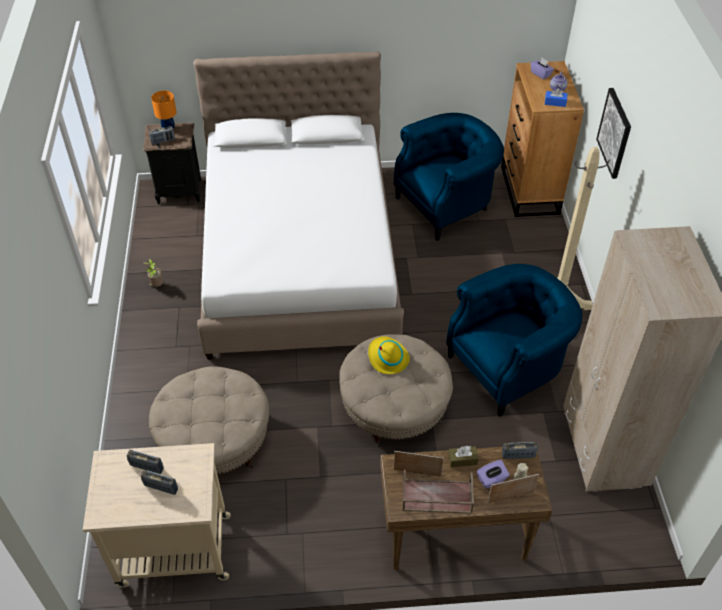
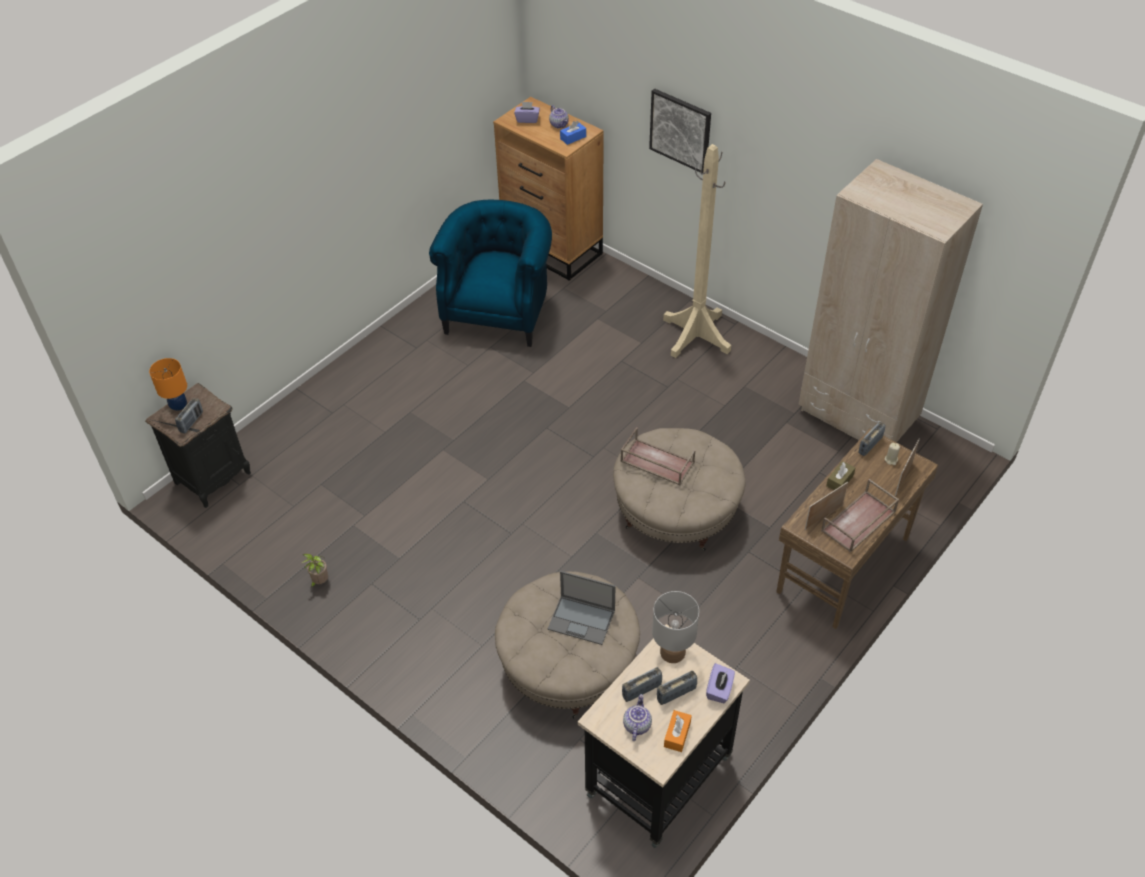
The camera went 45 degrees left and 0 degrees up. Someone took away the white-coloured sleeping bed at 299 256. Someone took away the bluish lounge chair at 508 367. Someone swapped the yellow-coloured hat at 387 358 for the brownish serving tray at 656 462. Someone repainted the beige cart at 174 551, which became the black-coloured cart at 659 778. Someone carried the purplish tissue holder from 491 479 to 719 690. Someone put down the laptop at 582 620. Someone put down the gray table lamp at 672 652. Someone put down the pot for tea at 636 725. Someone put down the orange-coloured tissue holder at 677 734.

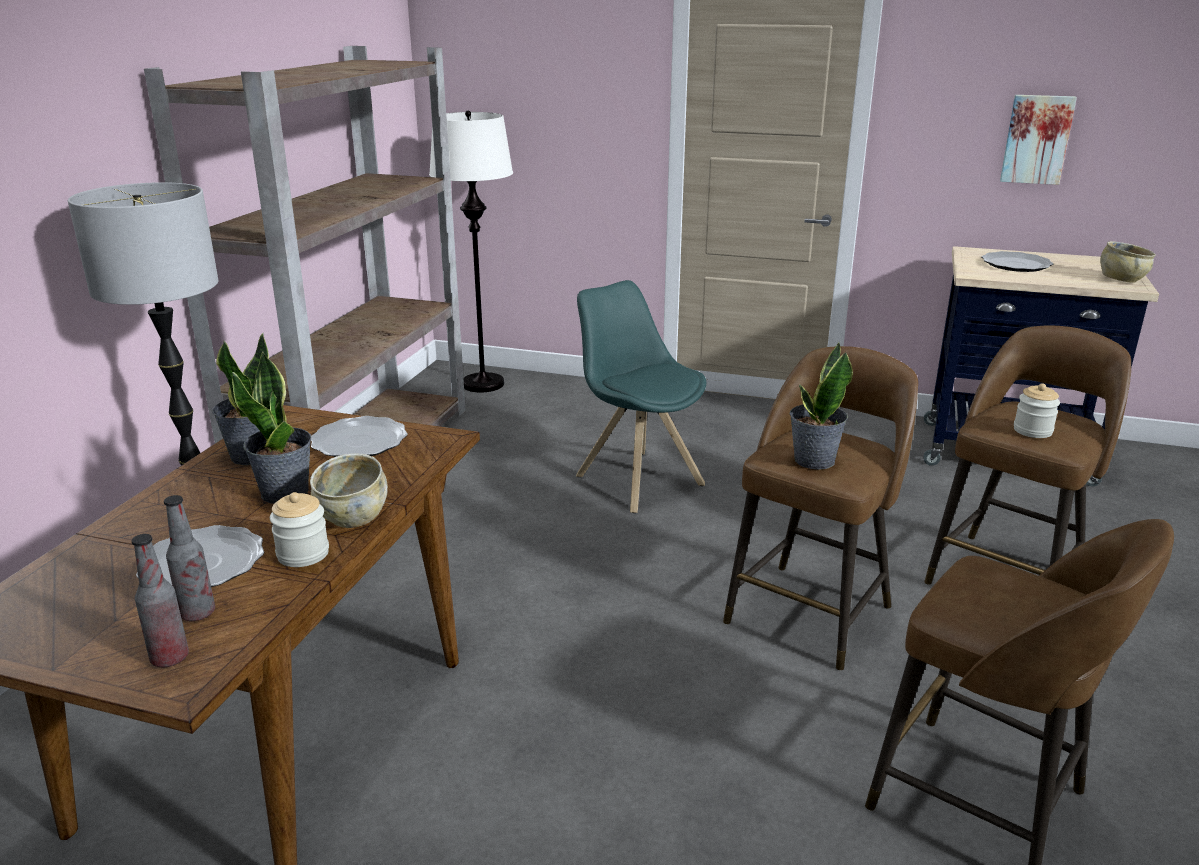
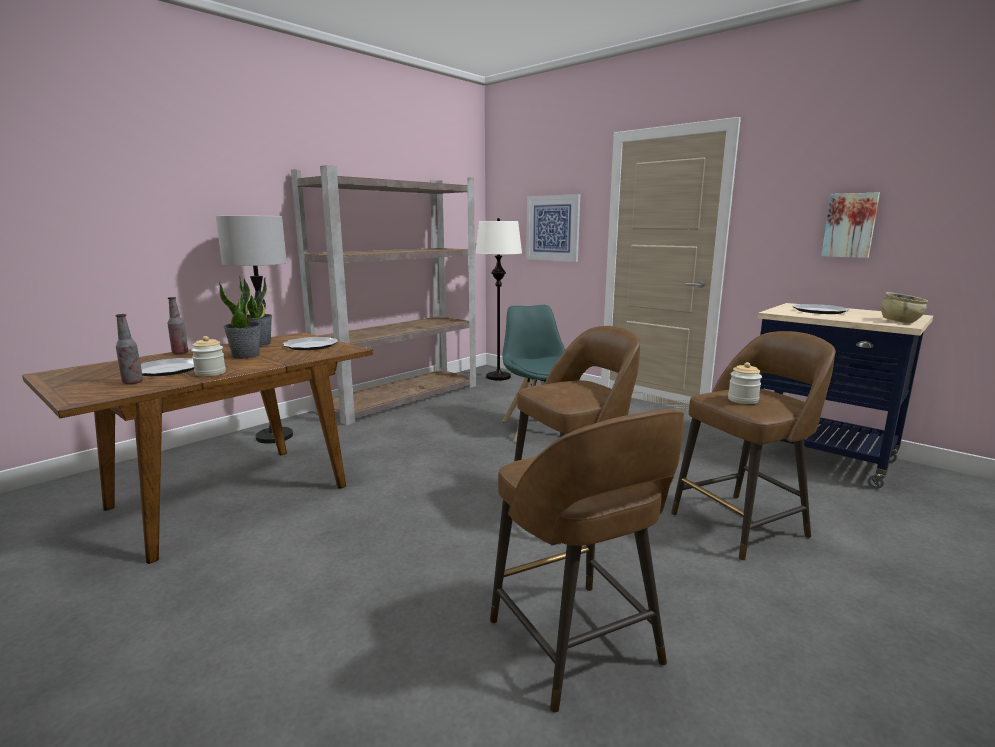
The camera went 25 degrees right and 10 degrees down. Someone took away the potted plant at 813 460. Someone took away the beige serving bowl at 352 517. Someone carried the bottle from 170 658 to 180 353. Someone put up the wall picture at 552 228.

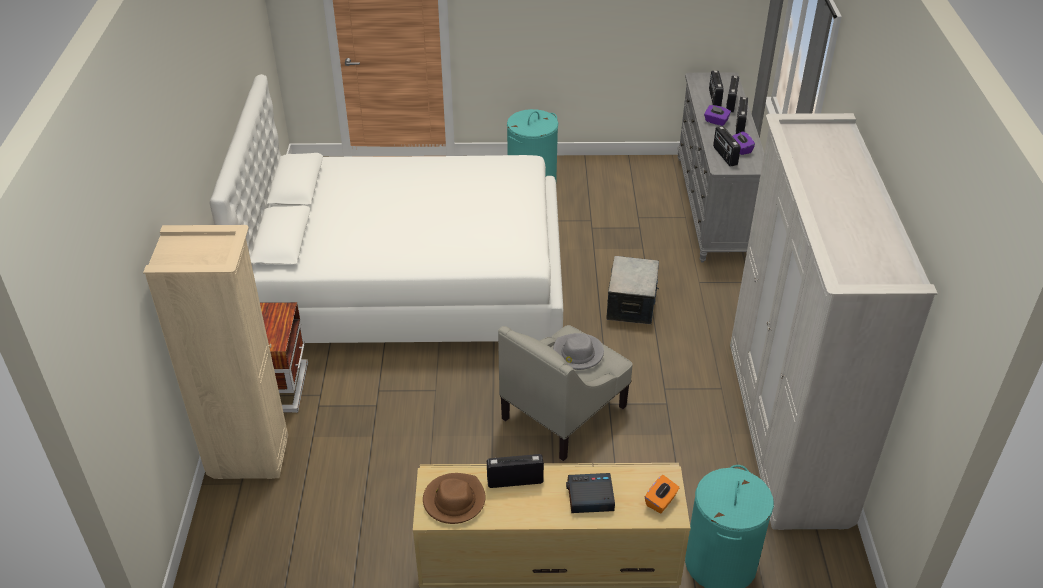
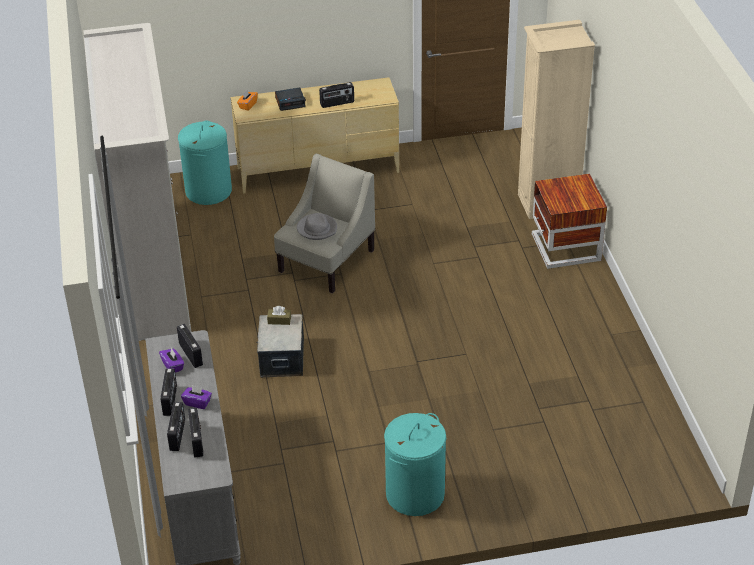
The camera went 170 degrees right and 0 degrees up. Someone took away the white-coloured sleeping bed at 409 282. Someone took away the brownish hat at 454 500. Someone put down the brownish tissue holder at 279 320.

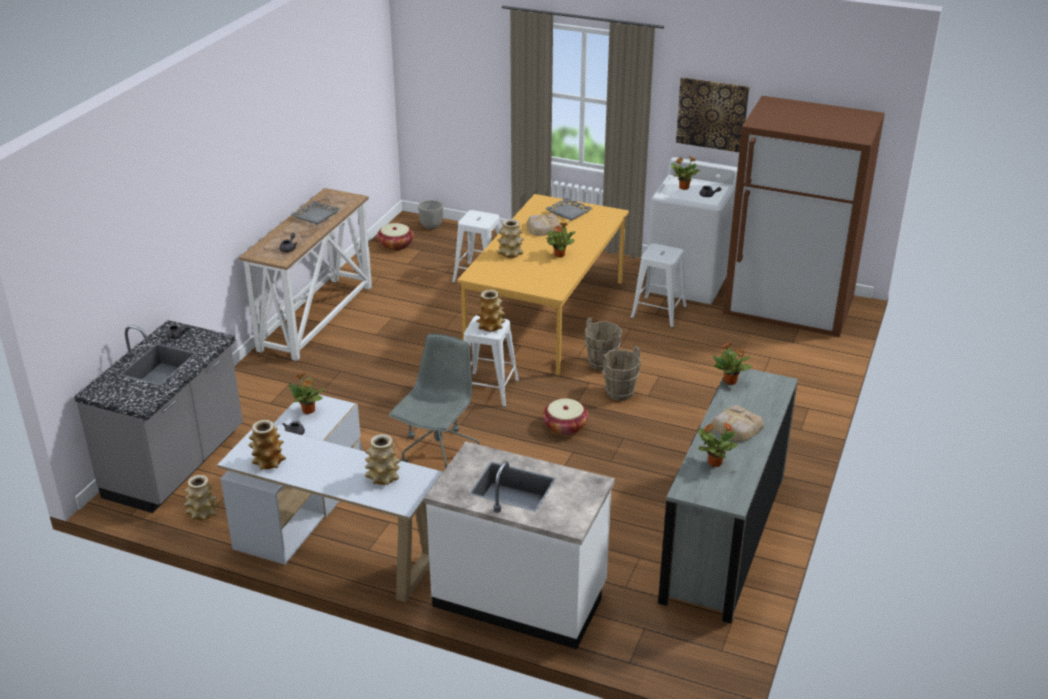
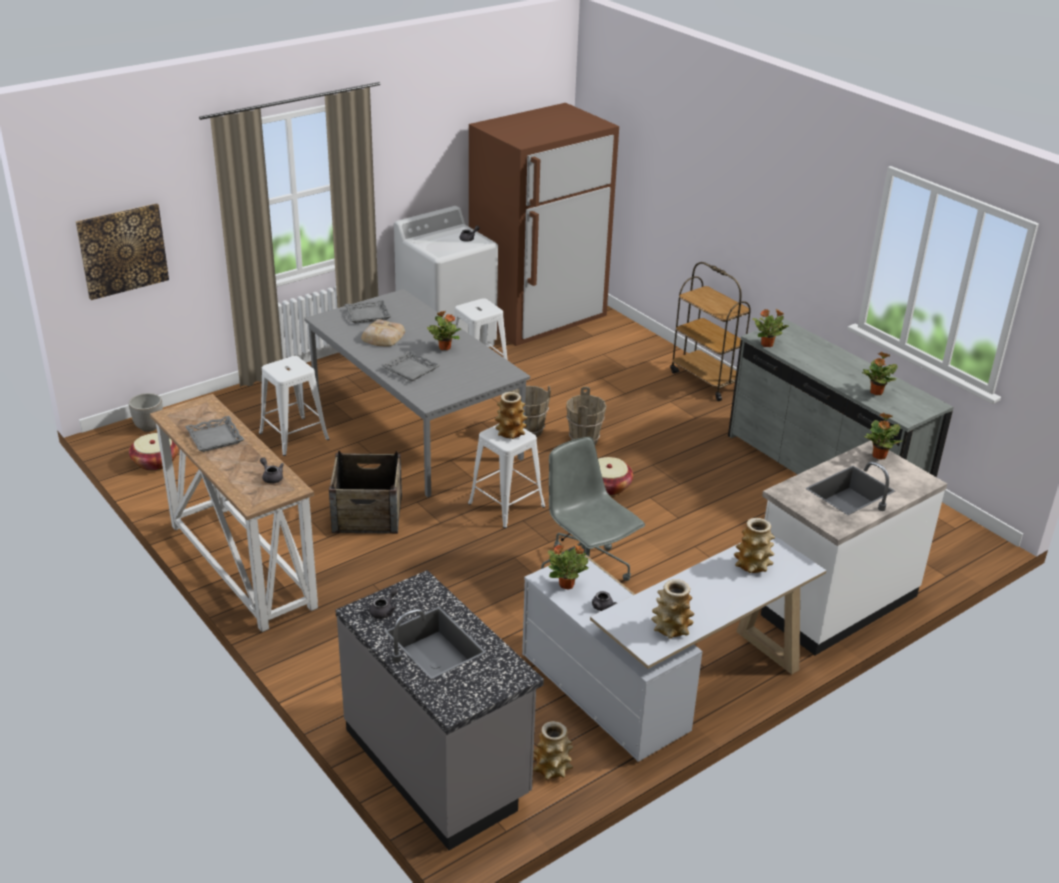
The camera went 60 degrees left and 0 degrees up. Someone carried the wall picture from 712 114 to 122 250. Someone carried the potted plant from 683 187 to 879 456. Someone repainted the orange-coloured dinner table at 547 316, which became the gray dinner table at 416 427. Someone swapped the vase at 510 254 for the gray serving tray at 411 370. Someone took away the bread at 735 427. Someone put down the brownish cart at 706 381. Someone put down the crate at 367 514.

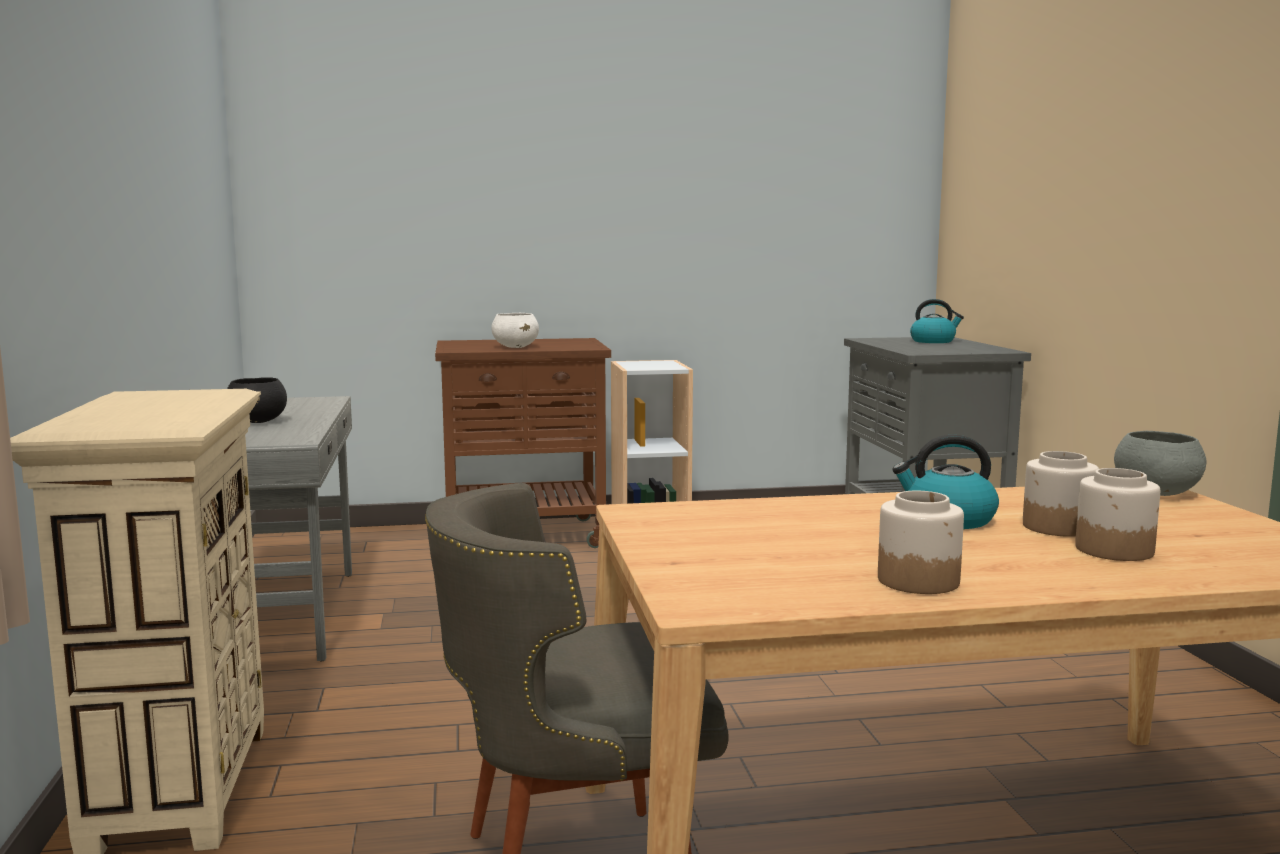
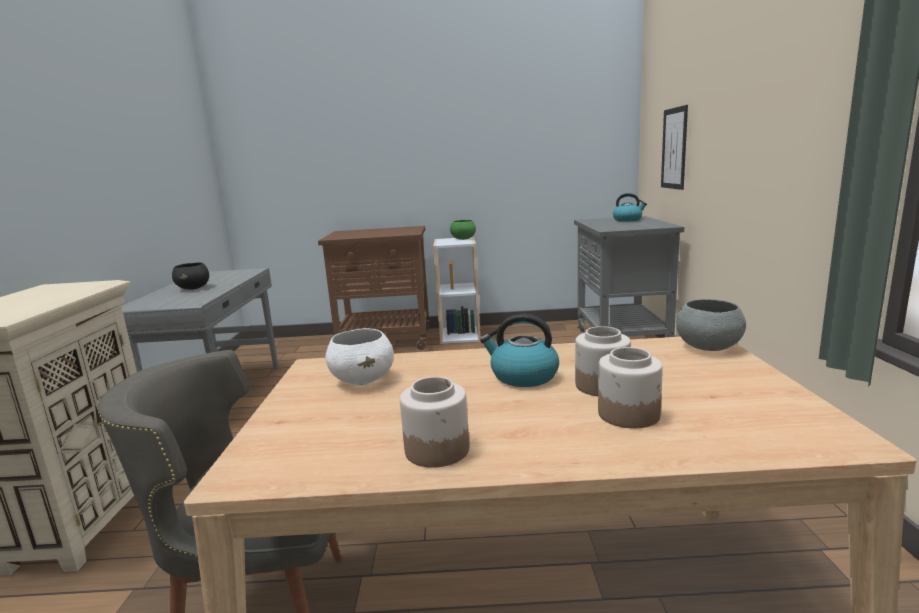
The camera went 10 degrees right and 5 degrees up. Someone carried the white-coloured serving bowl from 516 347 to 363 380. Someone put up the wall picture at 674 148. Someone put down the greenish serving bowl at 463 239.

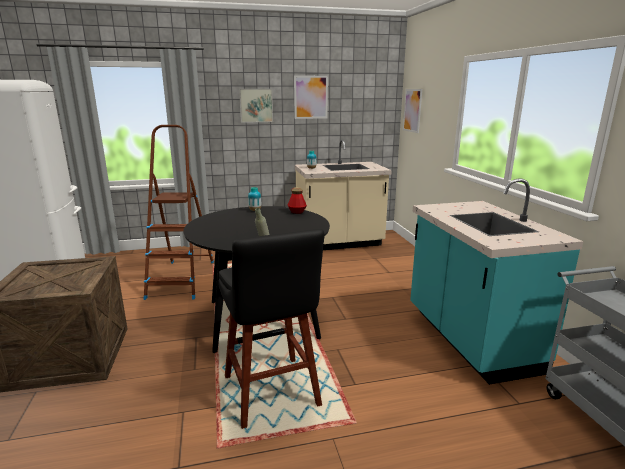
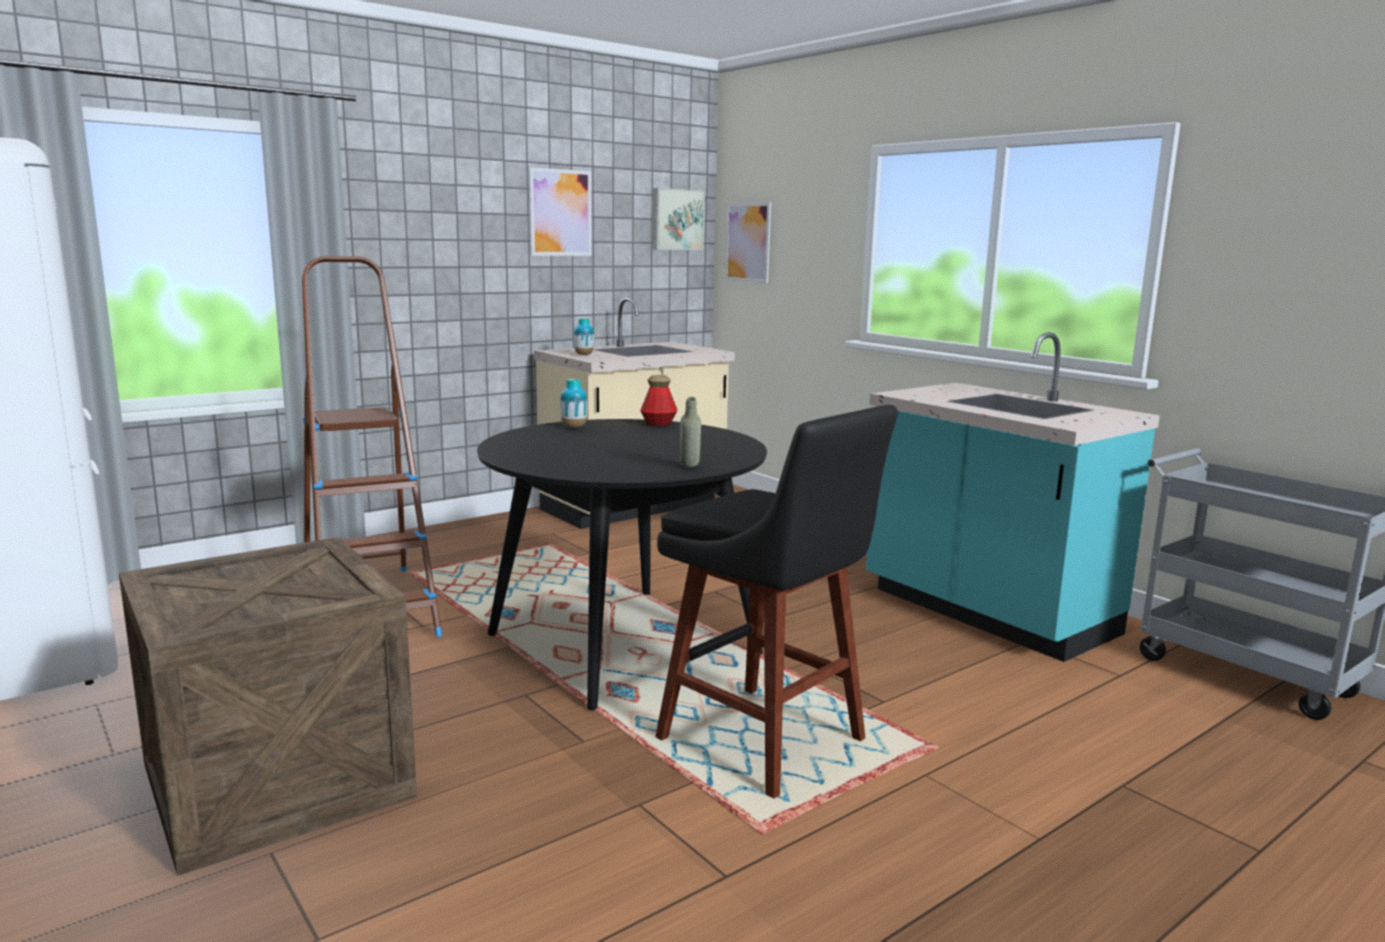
The camera went 25 degrees left and 5 degrees down. Someone carried the wall picture from 256 105 to 676 219.

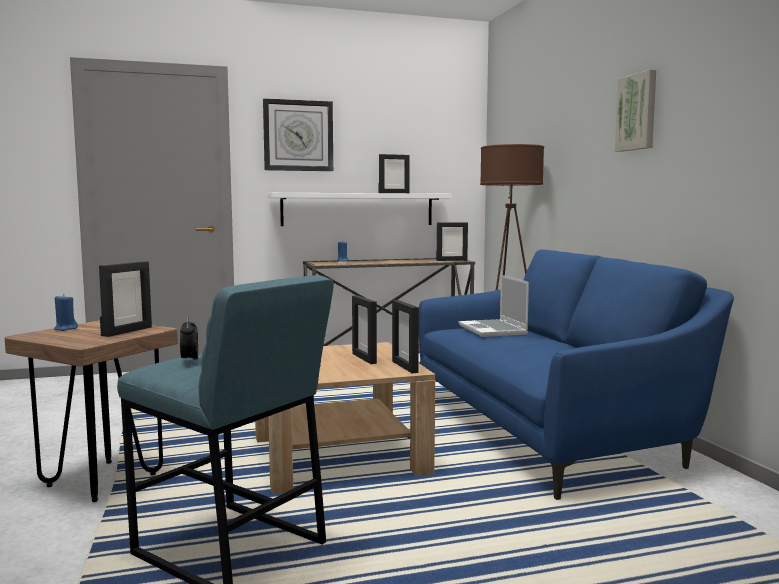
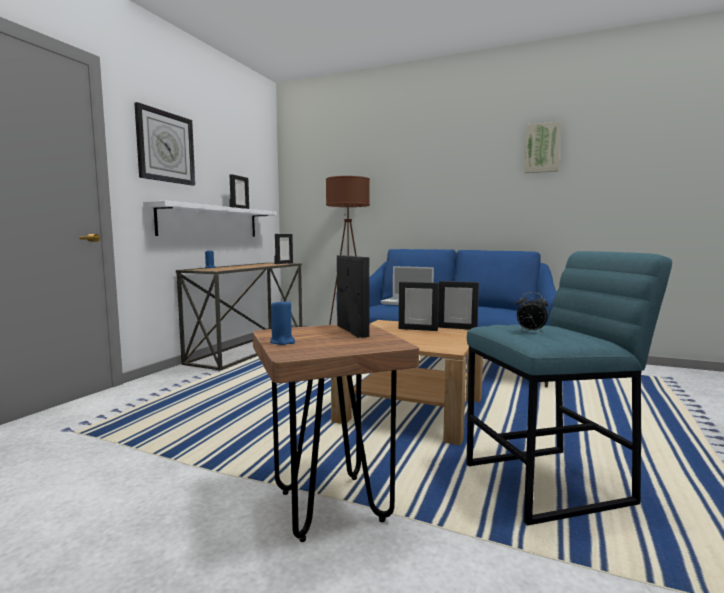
The camera went 50 degrees left and 0 degrees up. Someone carried the wall picture from 637 112 to 542 148.

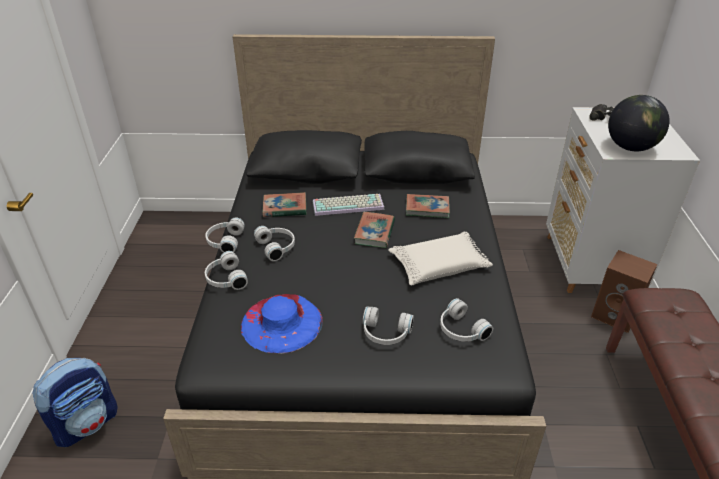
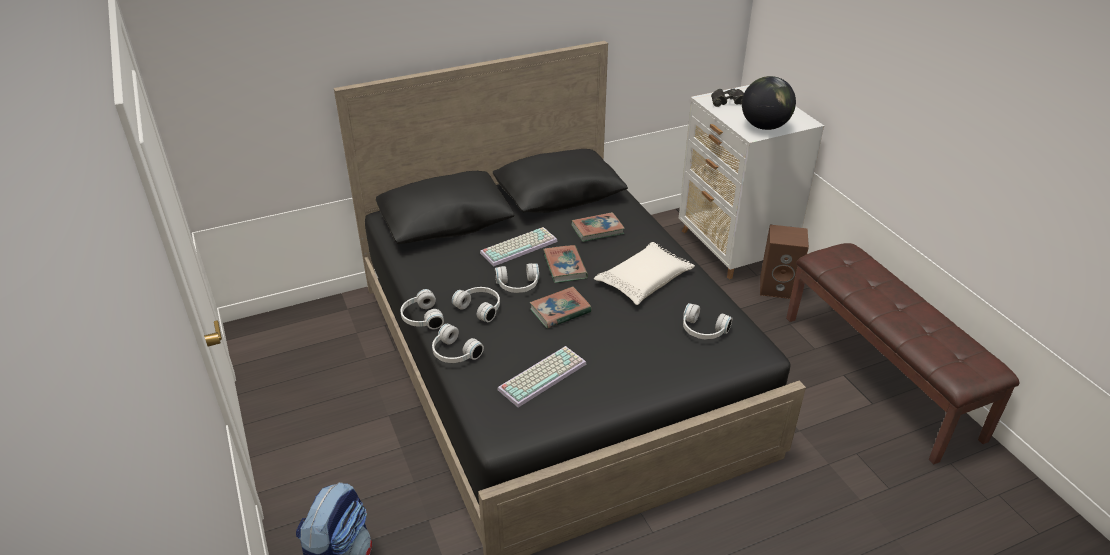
The camera went 25 degrees left and 0 degrees up. Someone carried the volume from 285 208 to 560 311. Someone swapped the bluish hat at 281 322 for the computer keyboard at 542 375. Someone carried the white-coloured pair of headphones from 385 334 to 518 286.

